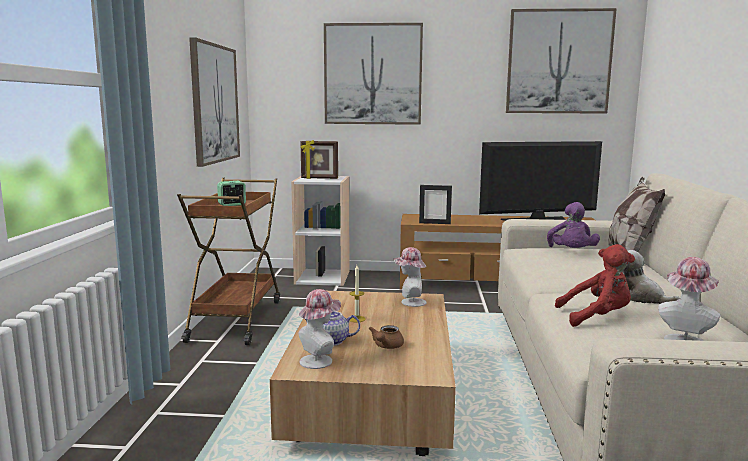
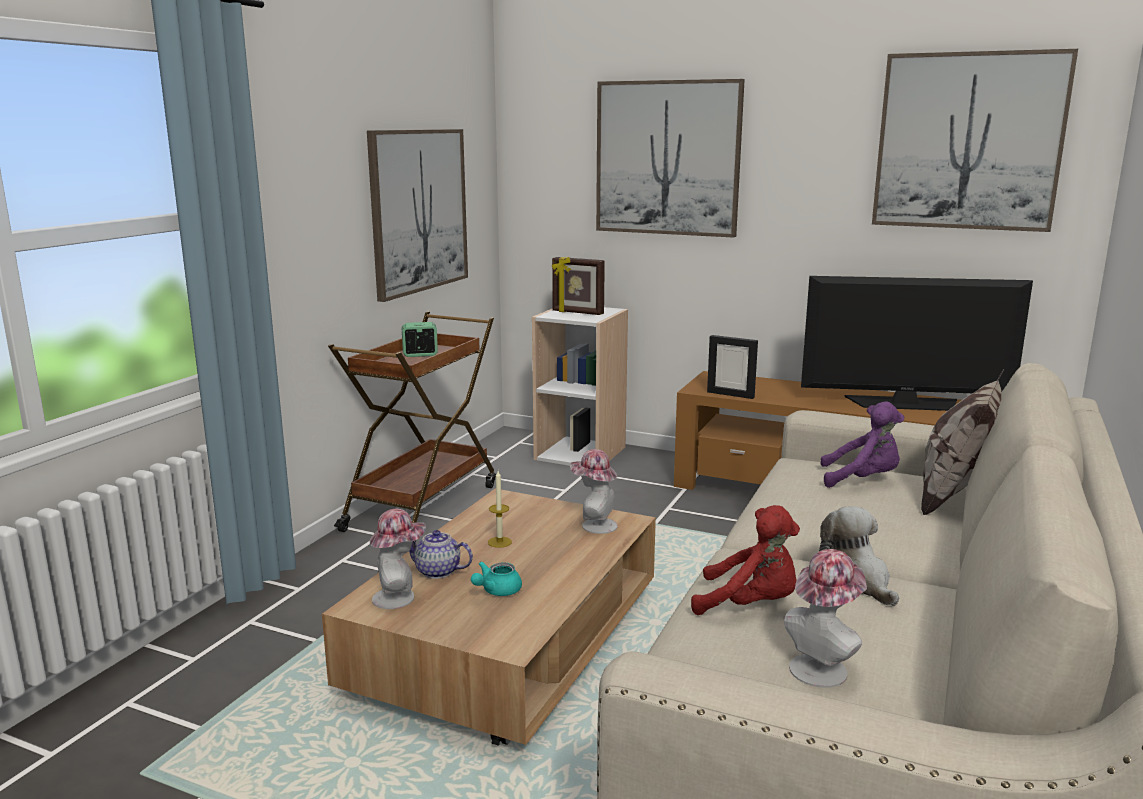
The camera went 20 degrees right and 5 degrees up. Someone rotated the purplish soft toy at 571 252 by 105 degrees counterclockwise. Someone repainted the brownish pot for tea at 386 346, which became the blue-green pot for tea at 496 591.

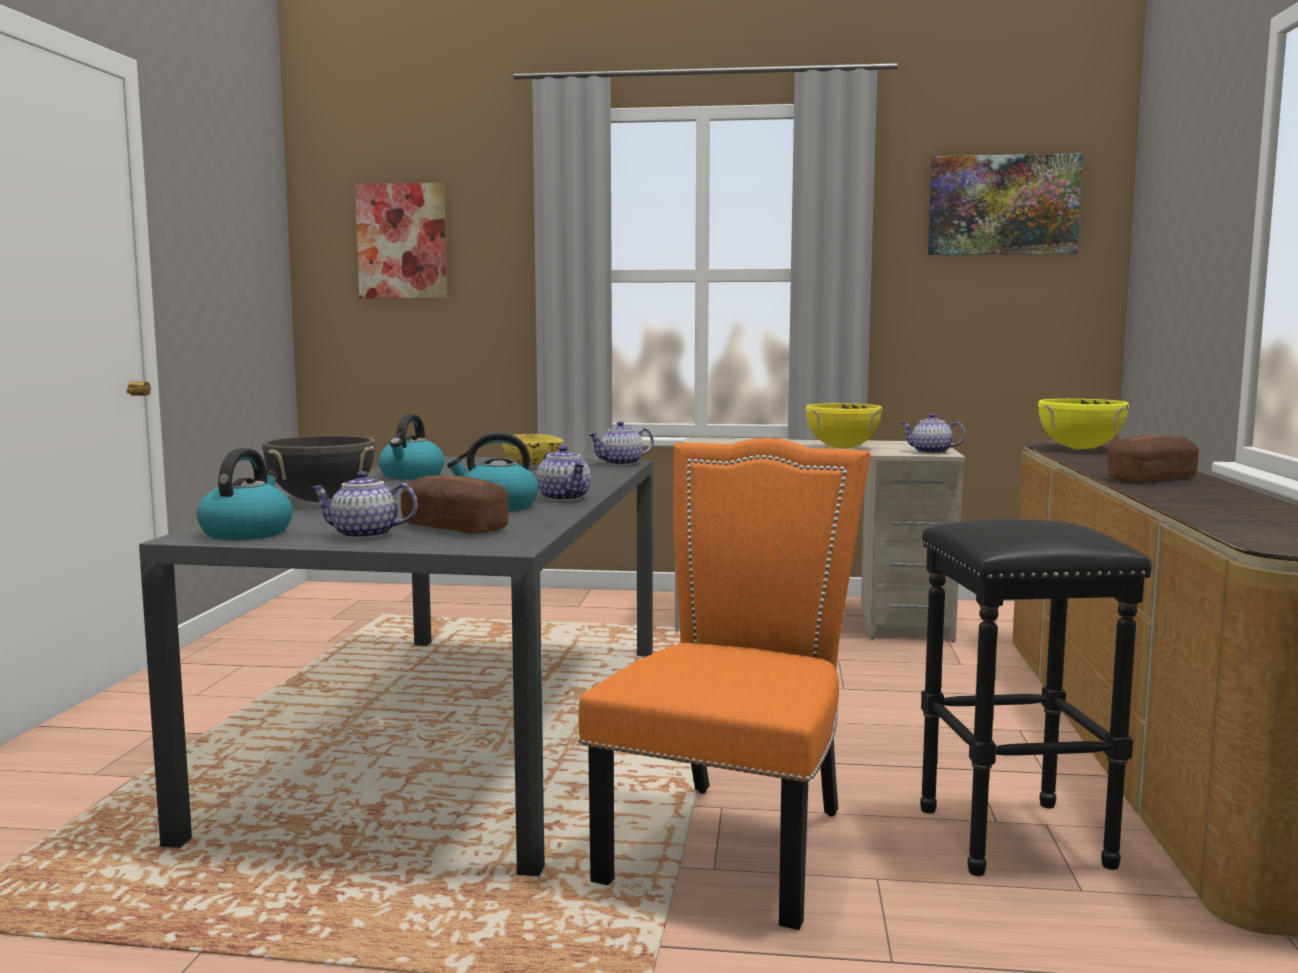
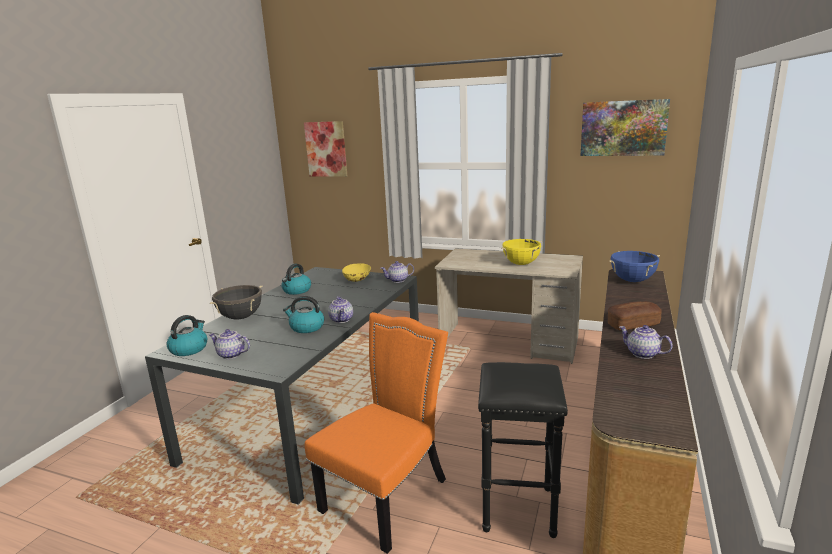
The camera went 15 degrees right and 10 degrees up. Someone repainted the yellow-coloured stockpot at 1080 449, which became the bluish stockpot at 632 280. Someone carried the pot for tea from 930 452 to 642 354. Someone took away the bread at 454 527.

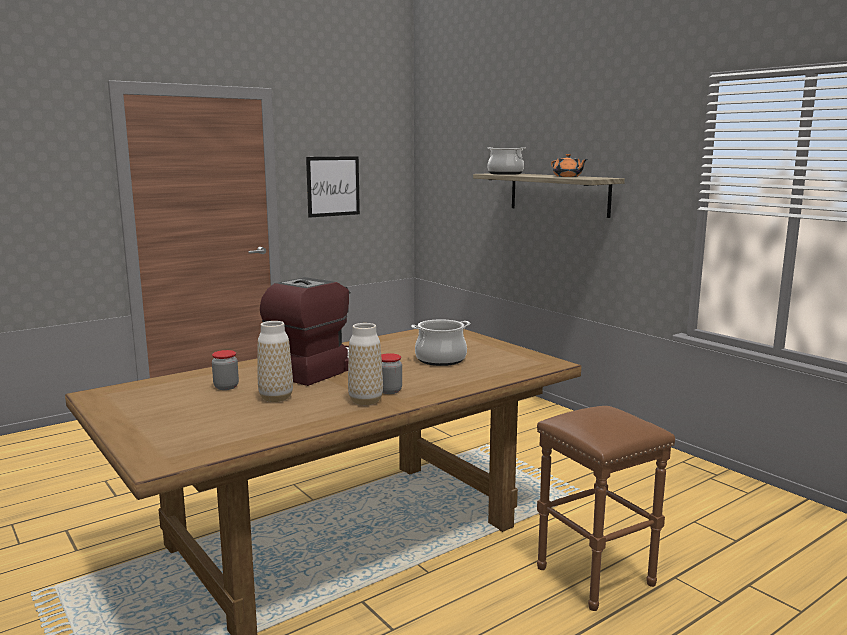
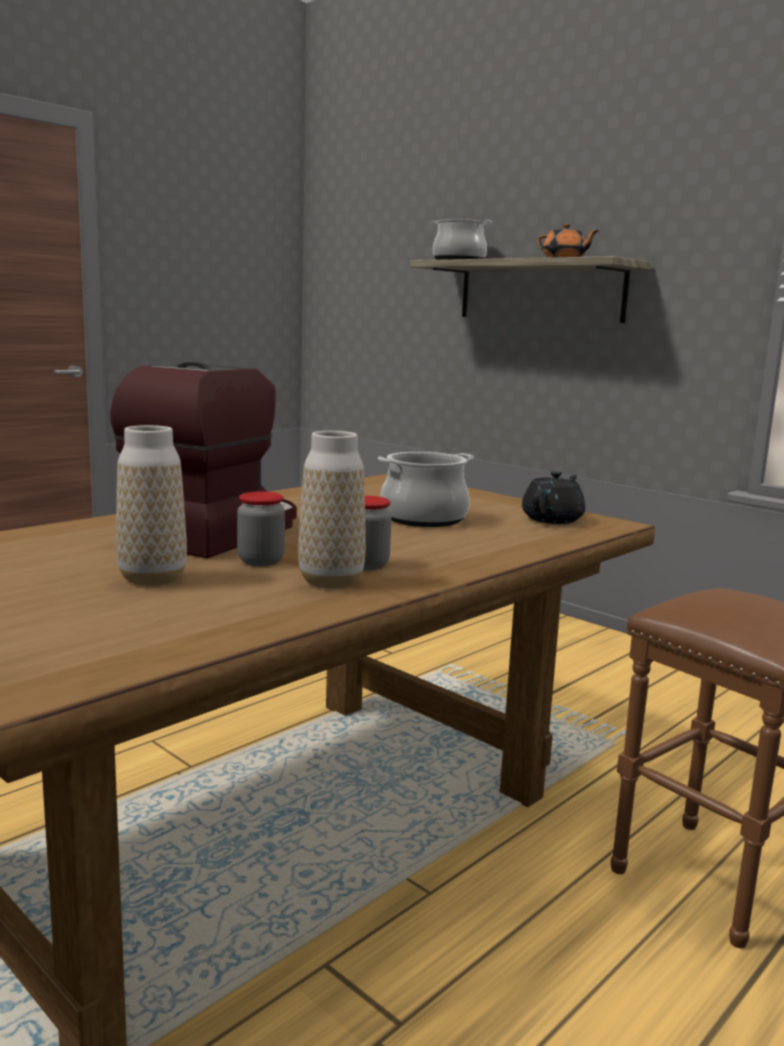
The camera went 10 degrees left and 0 degrees up. Someone took away the wall picture at 333 186. Someone carried the storage jar from 226 387 to 261 561. Someone put down the black-coloured pot for tea at 553 519.

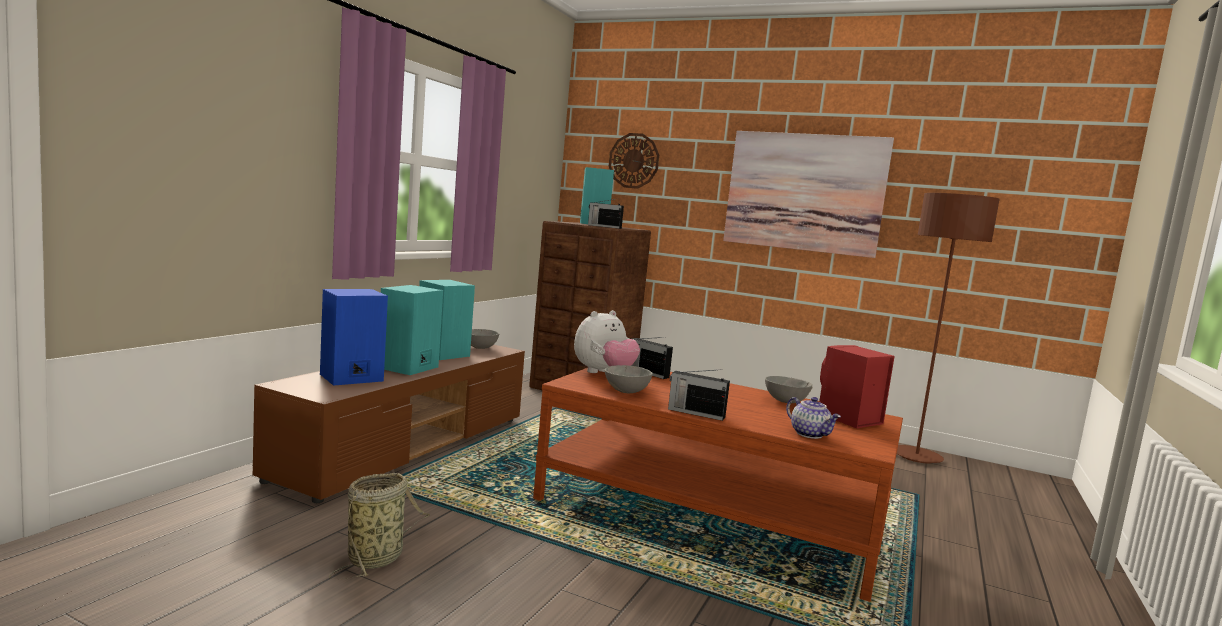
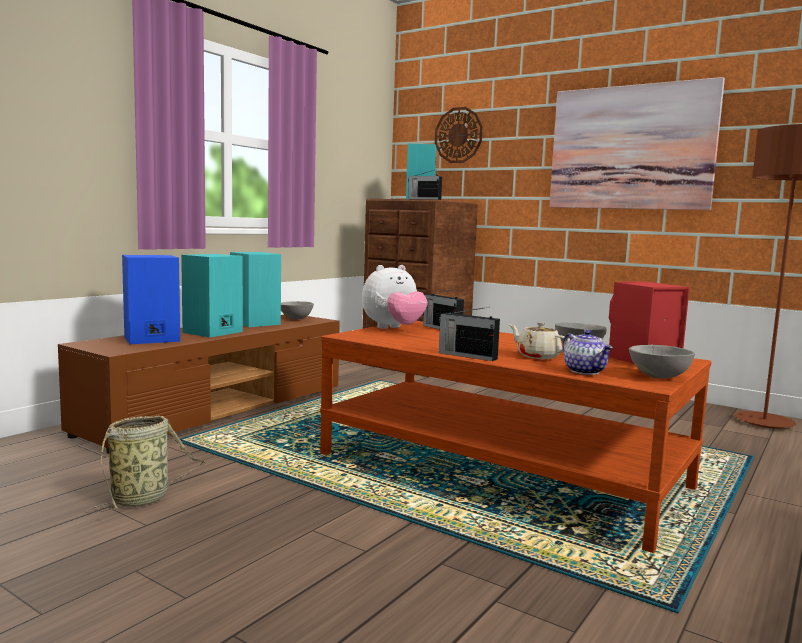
The camera went 10 degrees right and 0 degrees up. Someone carried the gray serving bowl from 625 392 to 658 377. Someone put down the beige pot for tea at 537 356.

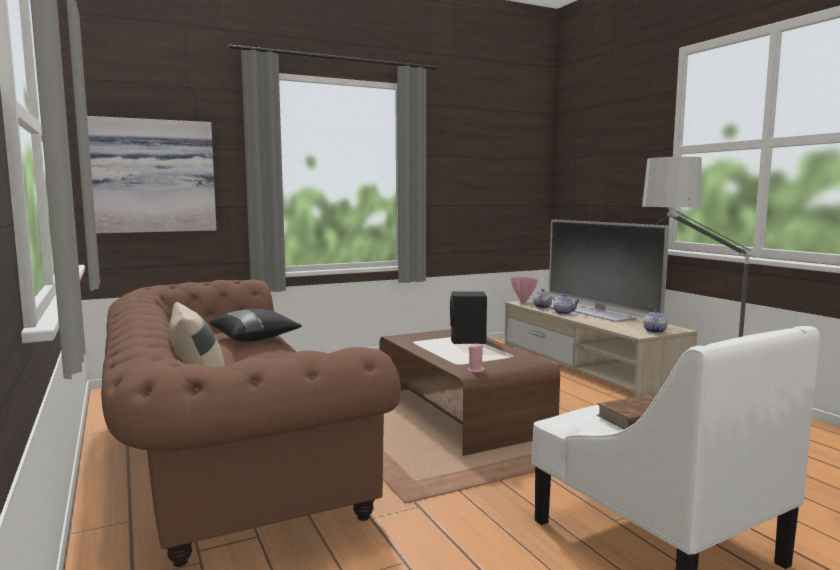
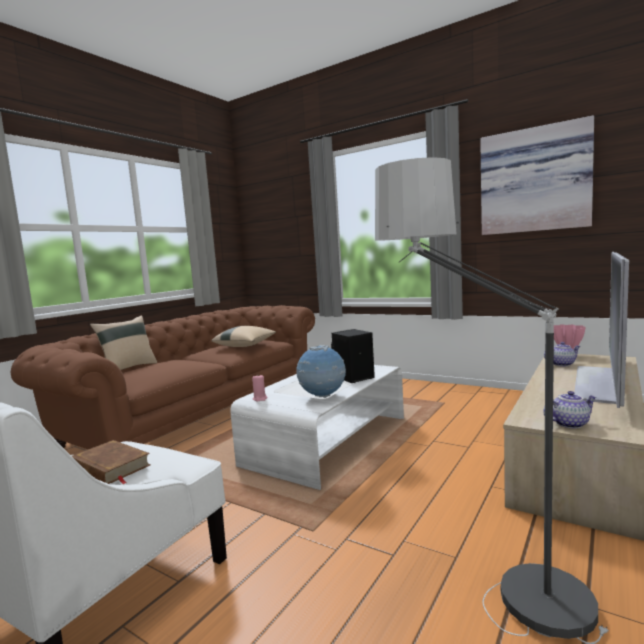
The camera went 60 degrees right and 0 degrees up. Someone carried the wall picture from 154 176 to 534 180. Someone took away the pot for tea at 563 313. Someone repainted the black-coloured throw pillow at 256 338, which became the beige throw pillow at 245 346. Someone repainted the brownish low table at 460 413, which became the white-coloured low table at 328 441. Someone put down the desk globe at 322 397.

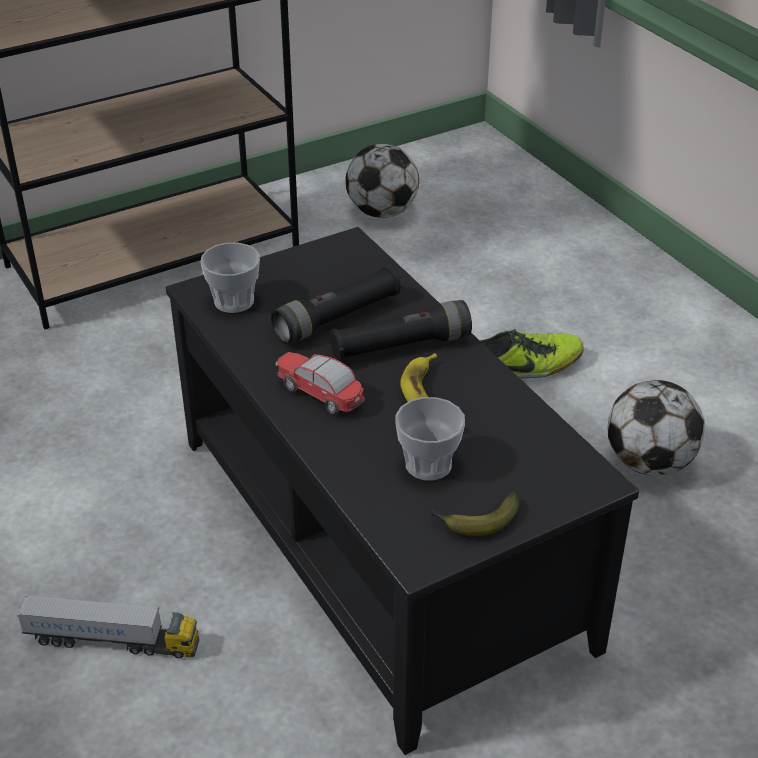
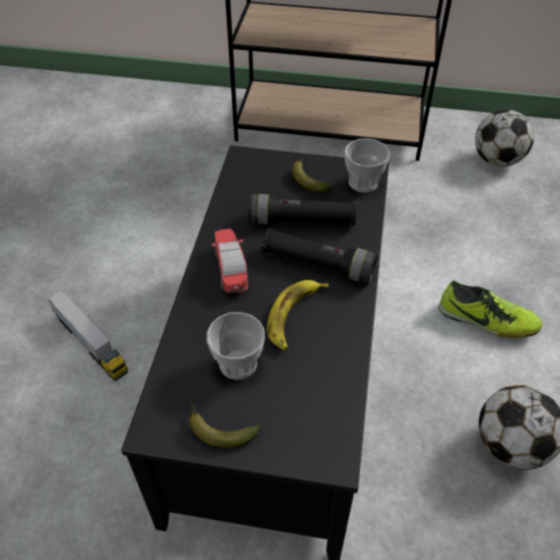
The camera went 40 degrees right and 10 degrees up. Someone carried the drinking cup from 234 301 to 363 183. Someone put down the banana fruit at 309 178.

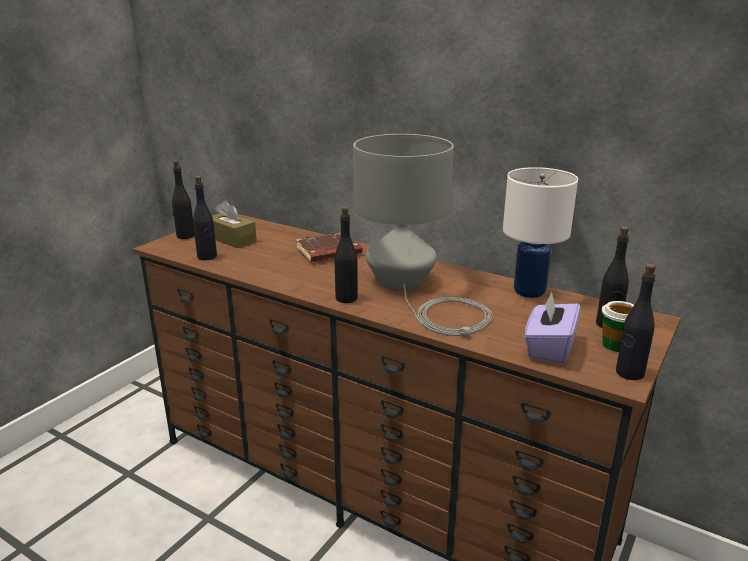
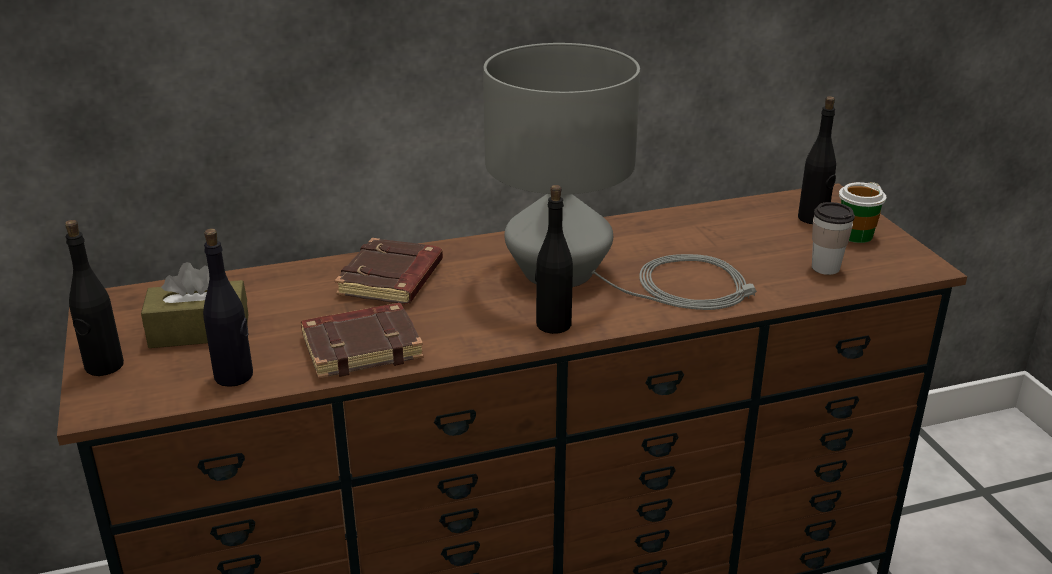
The camera went 50 degrees left and 5 degrees up. Someone took away the white-coloured table lamp at 529 293. Someone took away the black-coloured bottle at 629 373. Someone swapped the purplish tissue holder at 549 348 for the drinking cup at 825 268. Someone put down the brownish volume at 362 347.

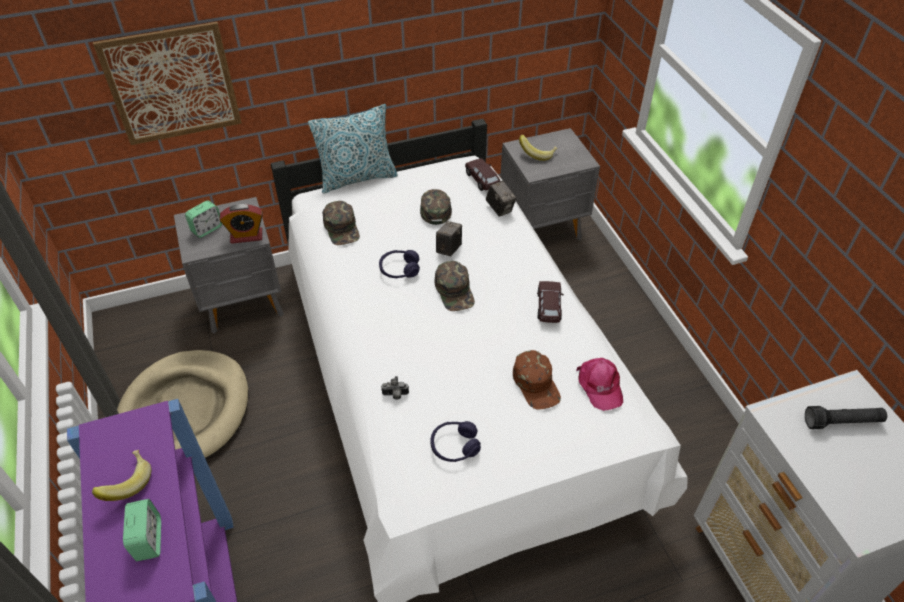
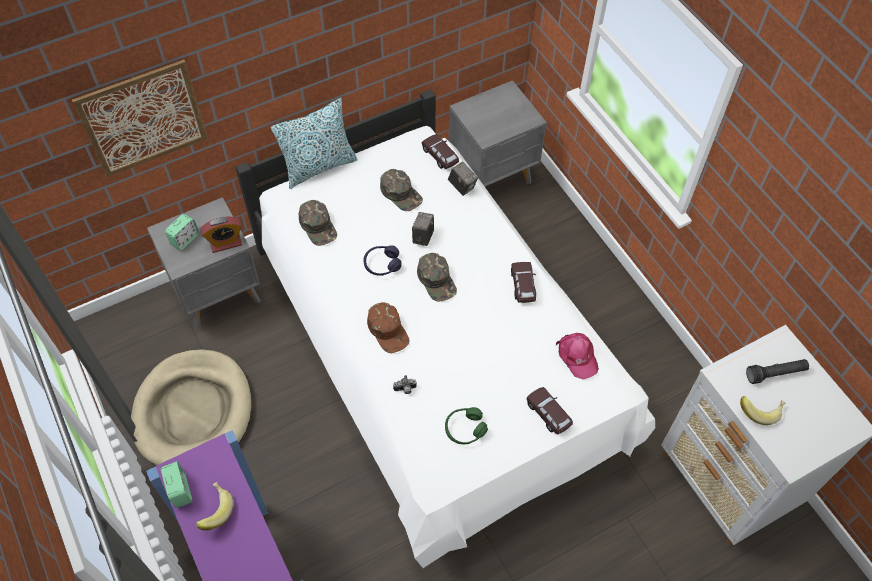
The camera went 10 degrees left and 10 degrees up. Someone carried the banana fruit from 537 154 to 759 411. Someone rotated the greenish peaked cap at 435 208 by 150 degrees clockwise. Someone carried the brownish peaked cap from 536 384 to 388 330. Someone repainted the purplish pair of headphones at 454 446, which became the greenish pair of headphones at 465 429. Someone carried the bedside clock from 149 540 to 180 490. Someone put down the brownish miniature car at 548 414.

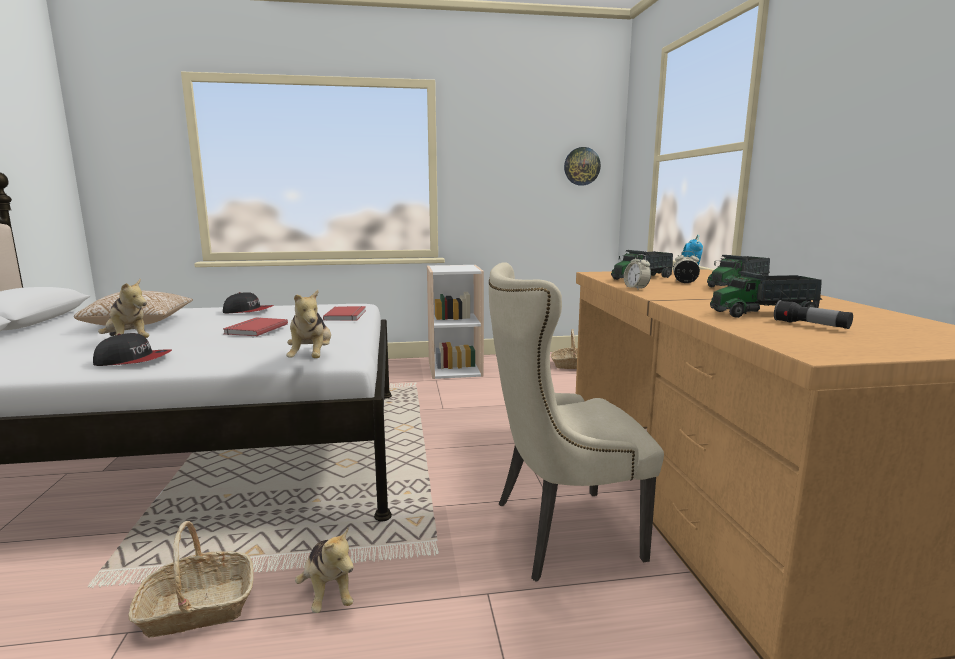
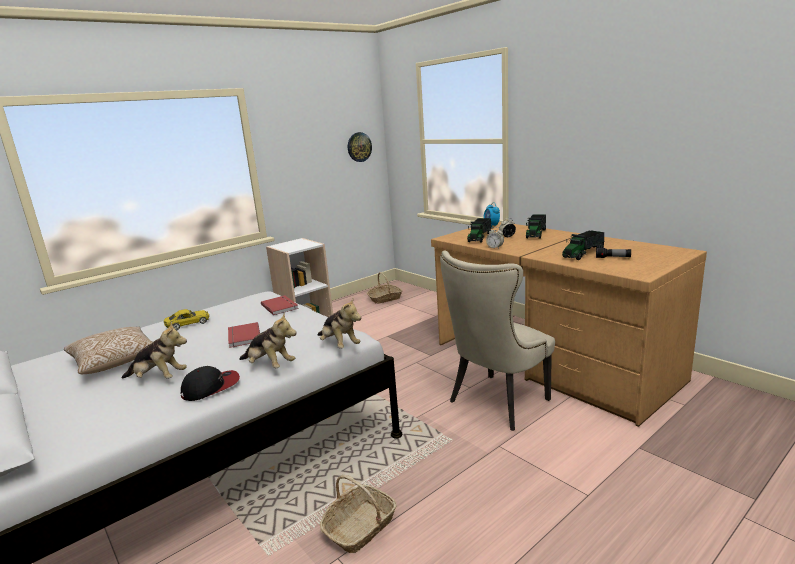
The camera went 30 degrees left and 5 degrees up. Someone swapped the peaked cap at 248 311 for the yellow-coloured miniature car at 188 324. Someone carried the soft toy from 327 593 to 269 365.

